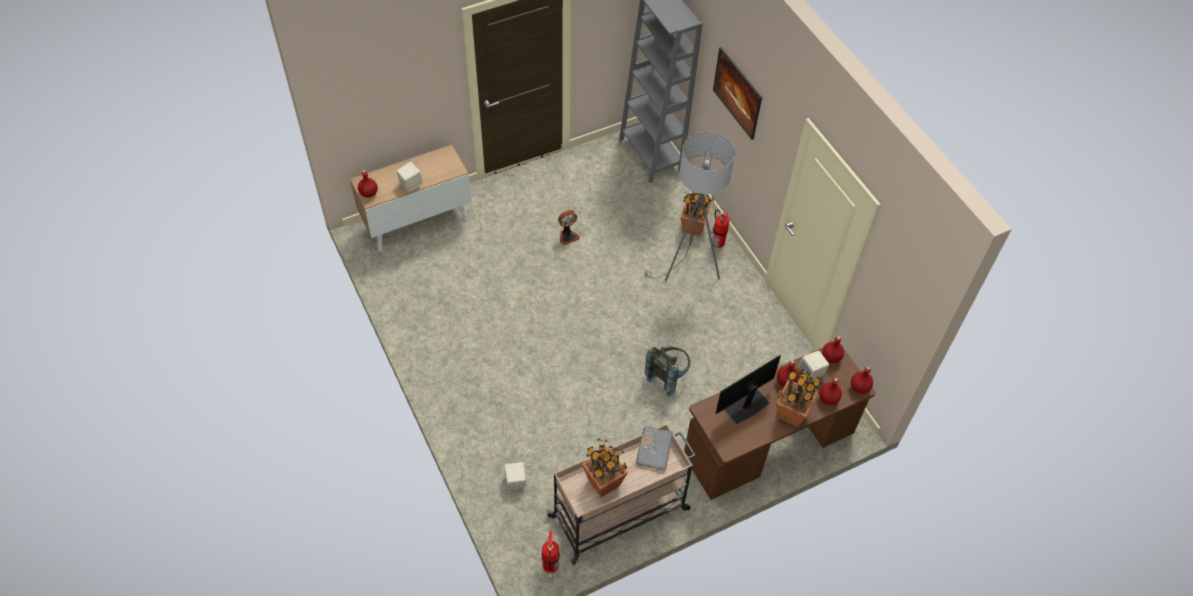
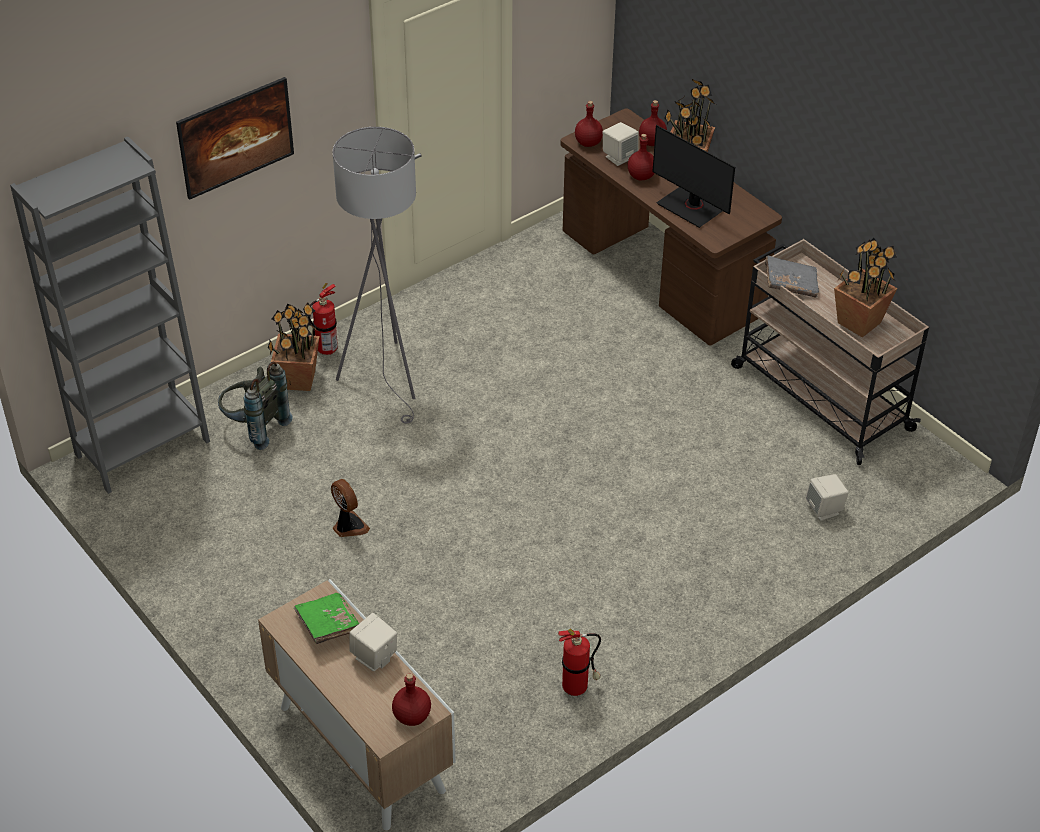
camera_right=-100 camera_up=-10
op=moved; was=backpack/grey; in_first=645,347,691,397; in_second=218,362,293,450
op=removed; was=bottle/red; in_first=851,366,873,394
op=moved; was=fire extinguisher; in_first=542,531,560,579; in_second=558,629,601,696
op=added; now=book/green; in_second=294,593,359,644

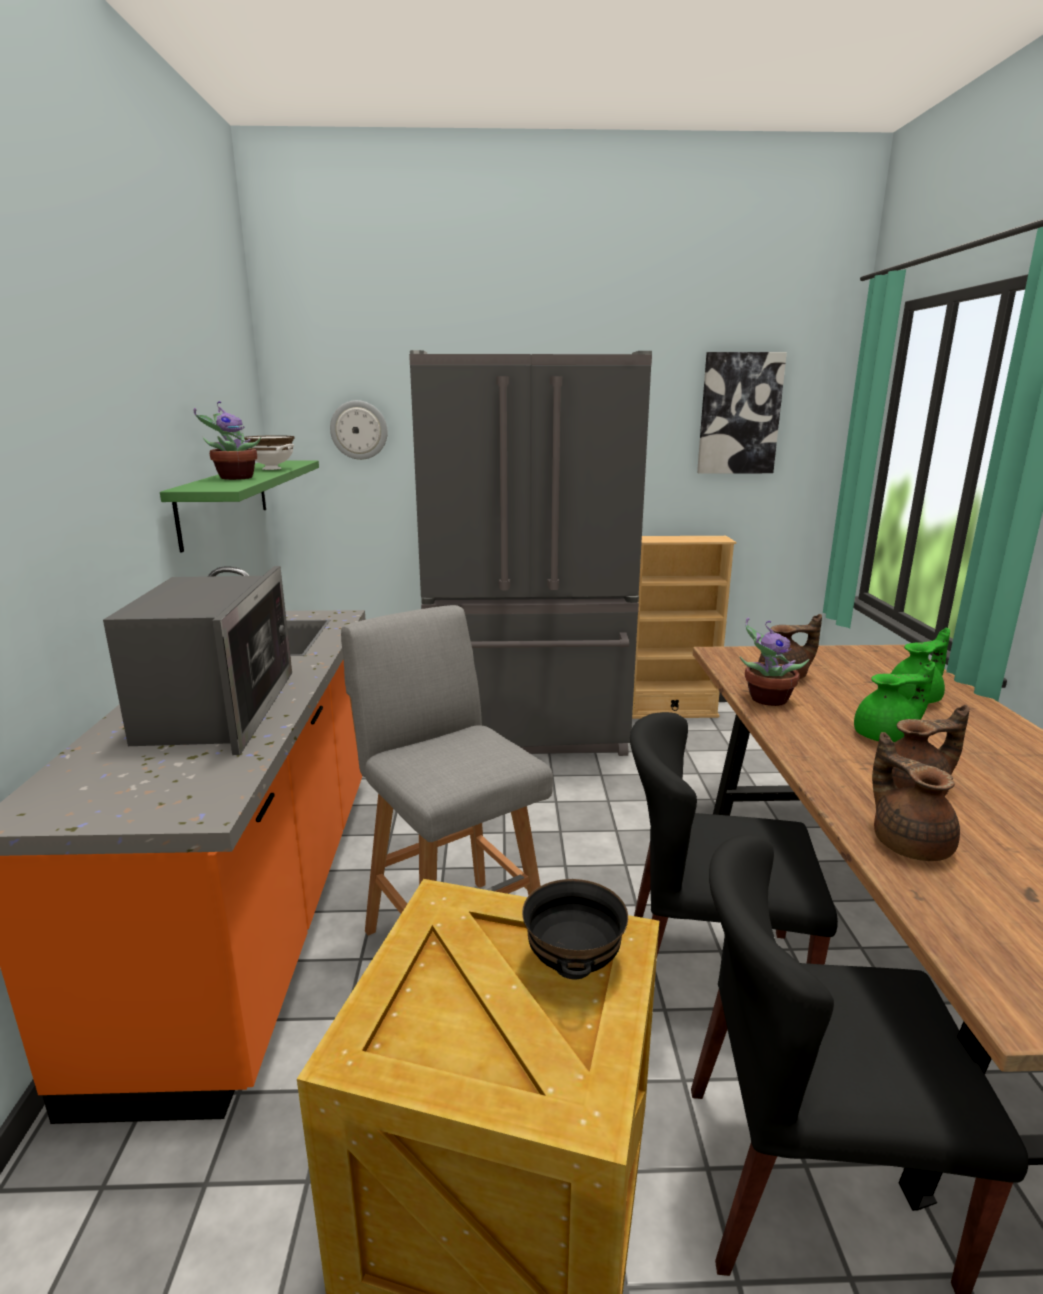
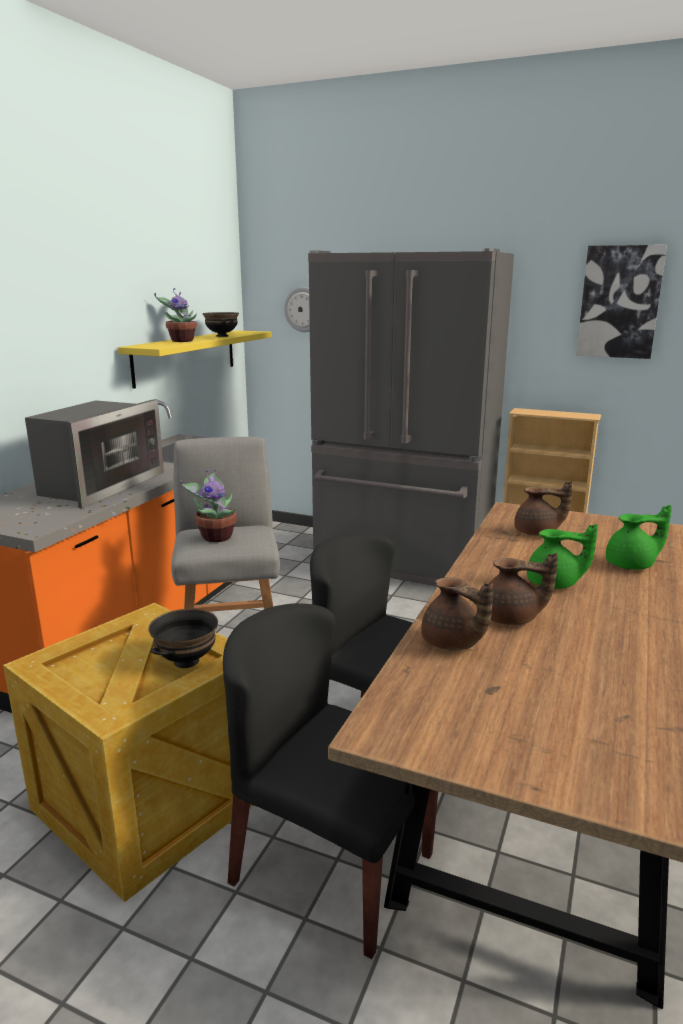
camera_right=25 camera_up=0
op=recoloured; was=bowl/white; now=bowl/black; in_first=244,435,295,470; in_second=203,312,239,337
op=recoloured; was=shelf/green; now=shelf/yellow; in_first=160,461,319,553; in_second=118,330,272,389
op=moved; was=potted plant; in_first=740,618,810,706; in_second=180,468,237,542
op=turned; was=teapot/brown; in_first=872,732,960,861; in_second=421,577,493,650; clockwise=135

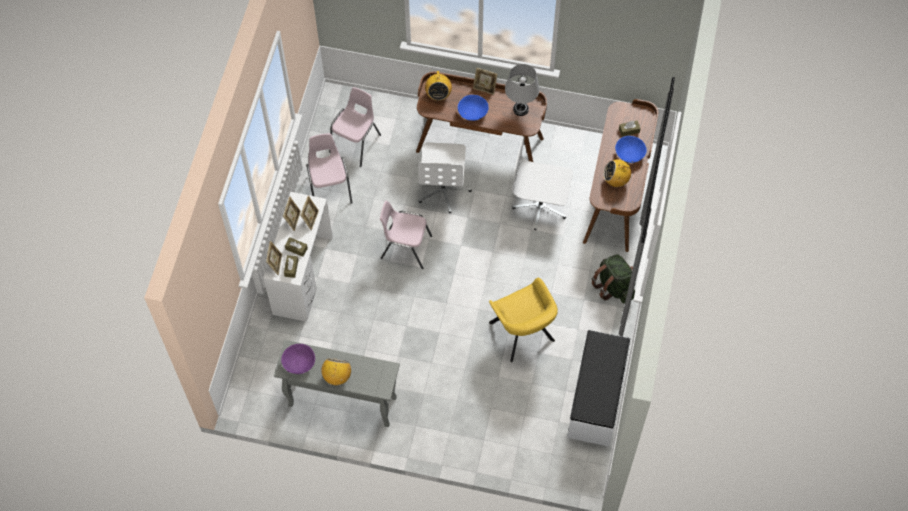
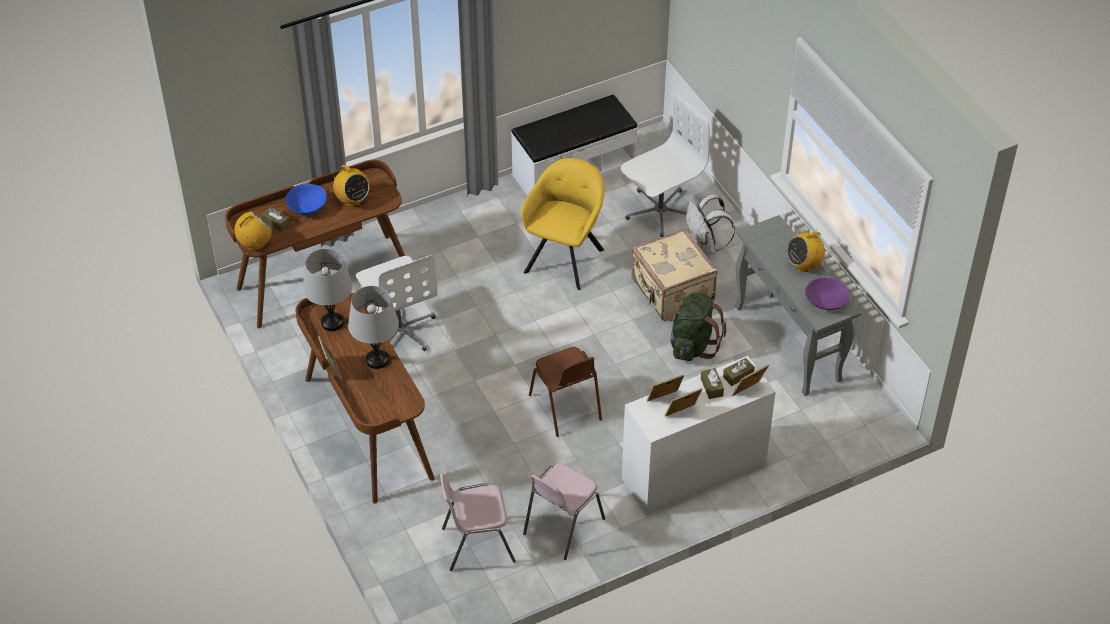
camera_right=-130 camera_up=-15
op=moved; was=radio; in_first=425,71,452,101; in_second=234,211,272,251
op=replaced; was=bowl/blue; now=table lamp/grey; in_first=458,95,489,121; in_second=348,286,399,369
op=moved; was=office chair/white; in_first=418,142,472,213; in_second=621,95,710,237
op=recoloured; was=chair/pink; now=chair/brown; in_first=380,201,432,269; in_second=529,347,602,437
op=moved; was=backpack/green; in_first=592,254,635,303; in_second=668,292,726,361
op=added; now=backpack/white; in_second=686,194,735,255
op=added; now=suitcase/beige; in_second=631,229,717,321

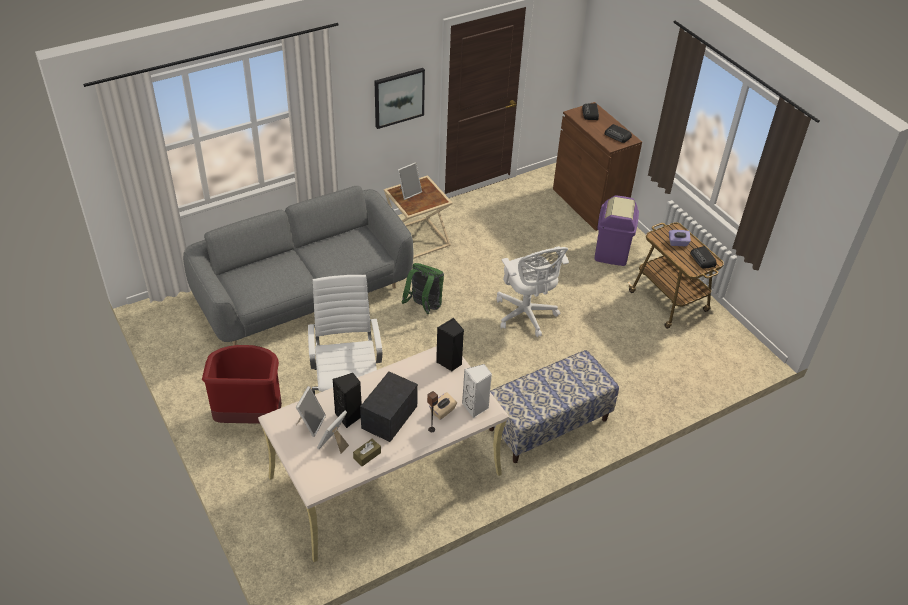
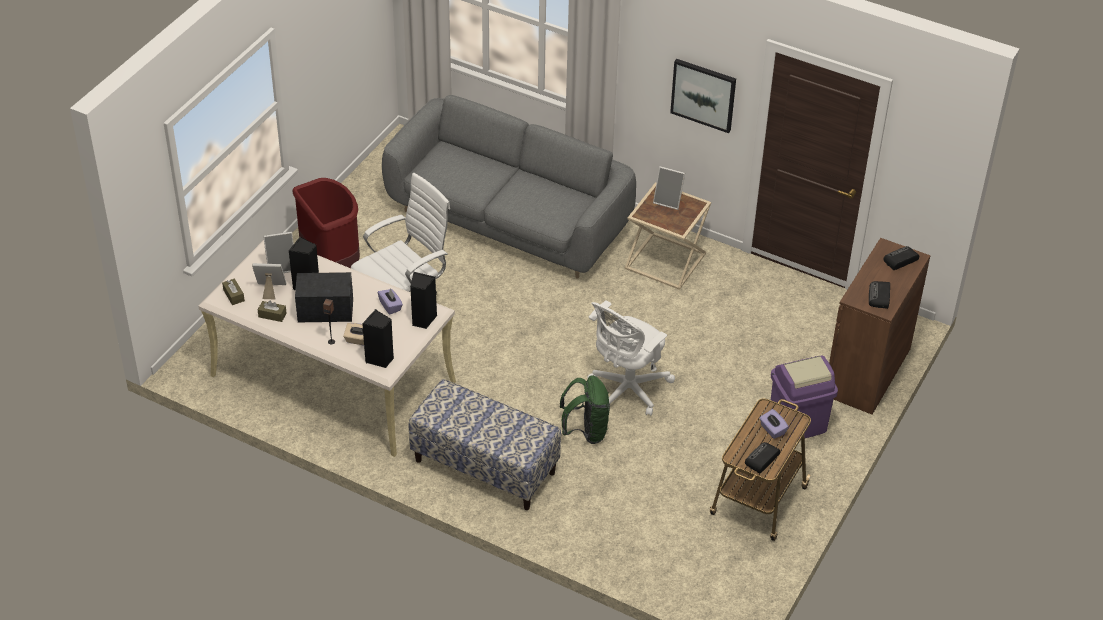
camera_right=60 camera_up=0
op=moved; was=backpack/green; in_first=401,263,444,314; in_second=560,375,610,444
op=recoloured; was=speaker/white; now=speaker/black; in_first=462,364,492,418; in_second=362,309,394,368
op=added; now=tissue box/brown; in_second=222,279,245,305
op=added; now=tissue box/purple; in_second=378,288,403,315

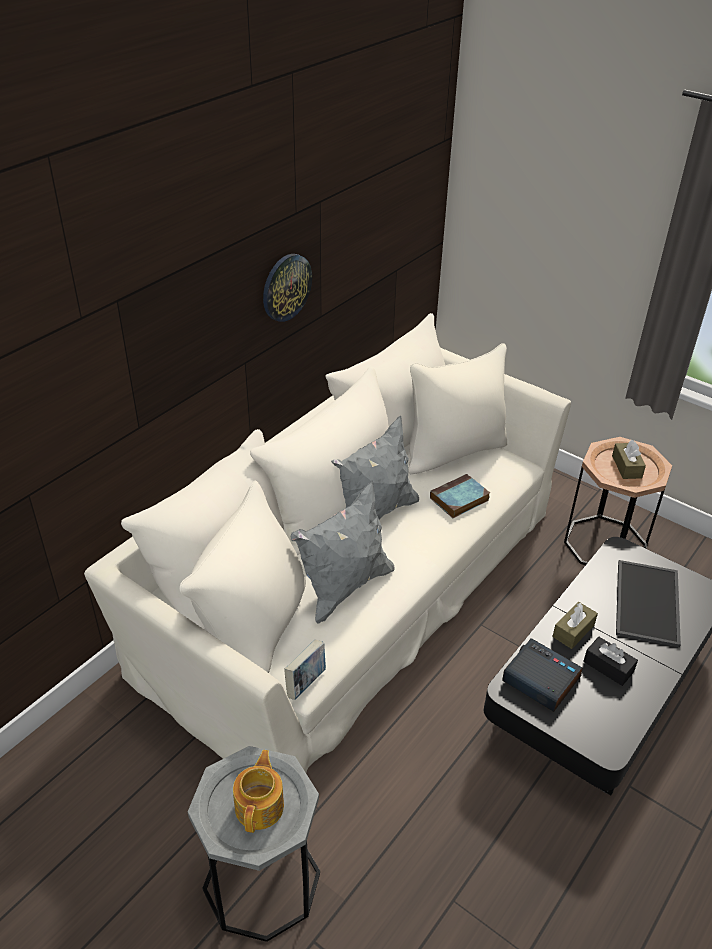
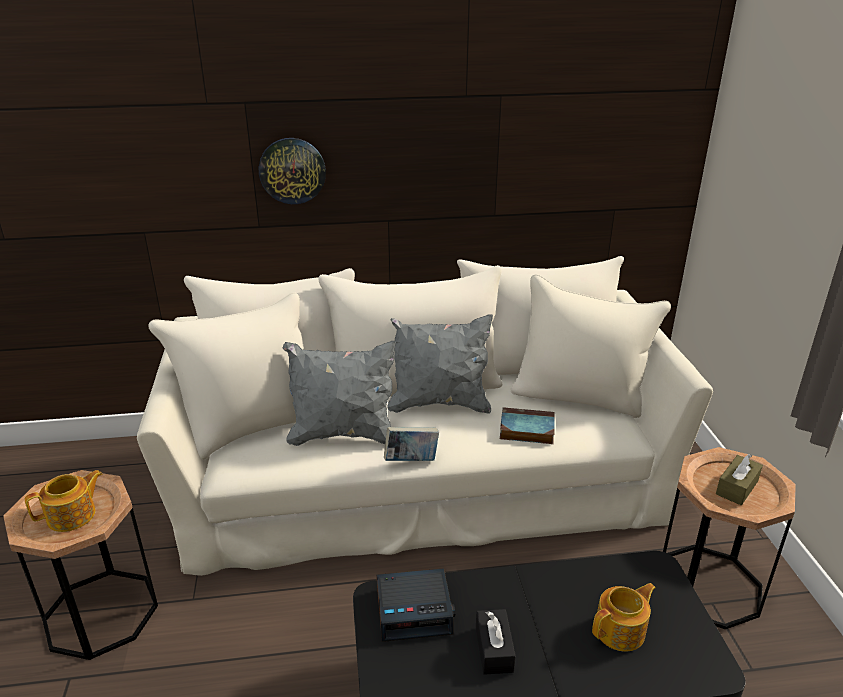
camera_right=45 camera_up=-10
op=moved; was=wall clock; in_first=263,254,312,322; in_second=259,138,326,204
op=replaced; was=tray; now=teapot; in_first=616,560,681,647; in_second=592,583,656,652
op=removed; was=tissue box/brown; in_first=552,602,598,649
op=turned; was=alarm clock; in_first=502,638,582,712; in_second=376,569,455,642; clockwise=90
op=moved; was=book; in_first=284,640,326,700; in_second=384,427,439,461
op=recoloured; was=side table/grey; now=side table/brown; in_first=188,746,320,942; in_second=3,470,158,660

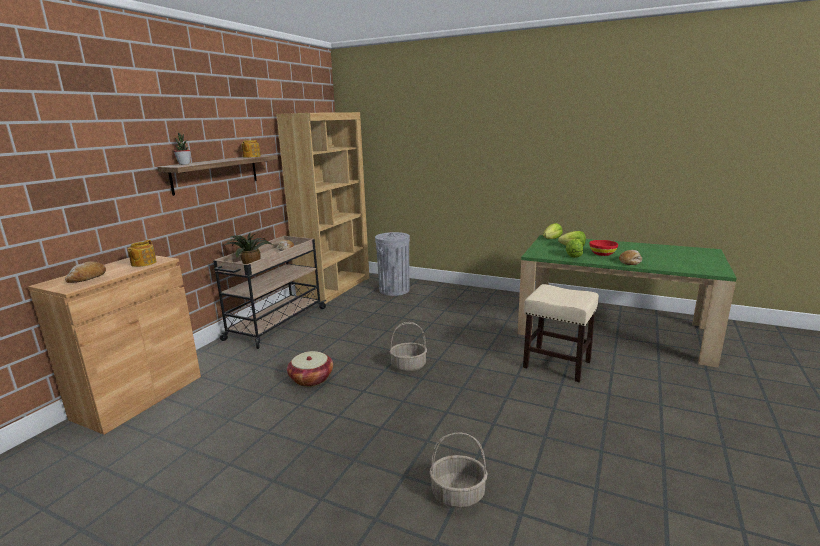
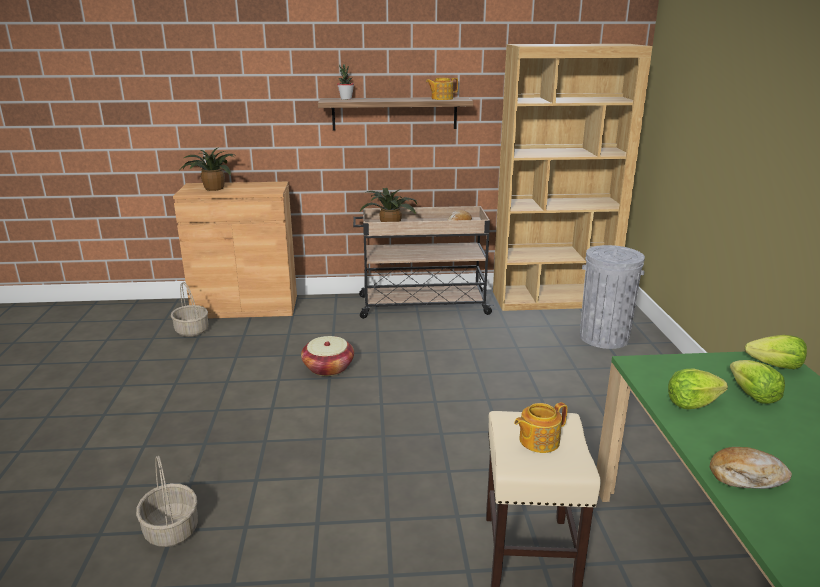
camera_right=60 camera_up=5
op=moved; was=teapot; in_first=128,240,157,267; in_second=514,402,568,453
op=removed; was=bowl/red; in_first=589,240,618,256
op=replaced; was=bread; now=potted plant; in_first=65,262,106,283; in_second=180,147,237,191
op=moved; was=basket; in_first=390,322,427,372; in_second=171,282,208,337

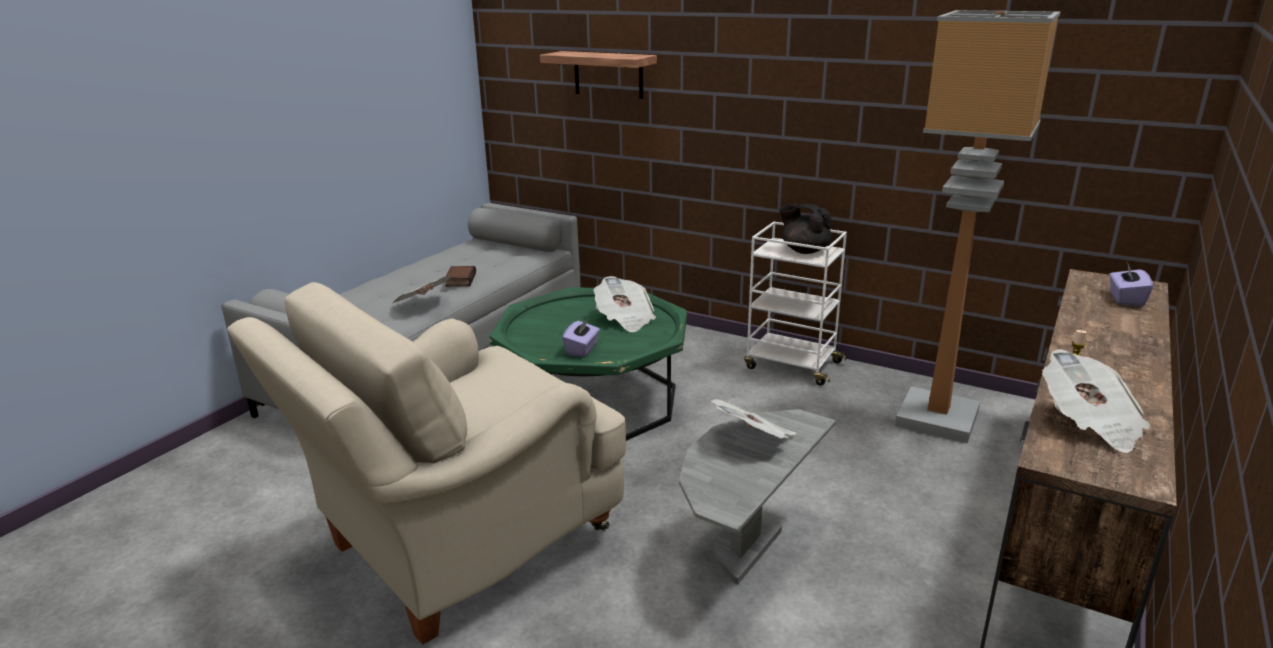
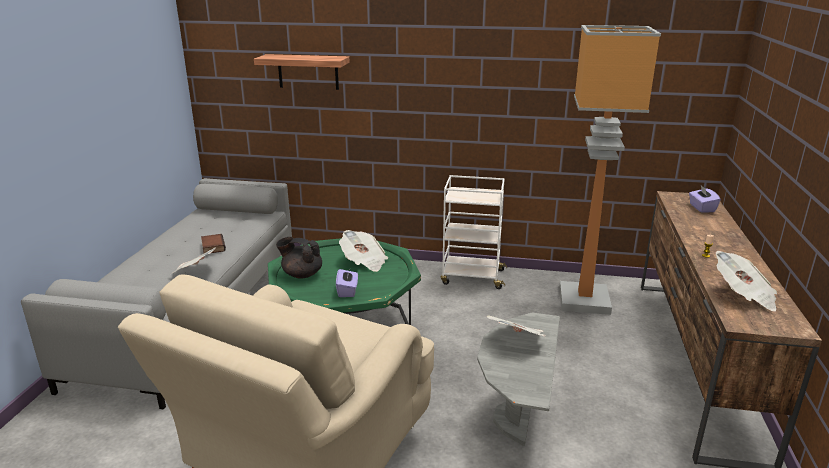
camera_right=-20 camera_up=0
op=moved; was=teapot/black; in_first=779,203,832,254; in_second=276,237,322,279

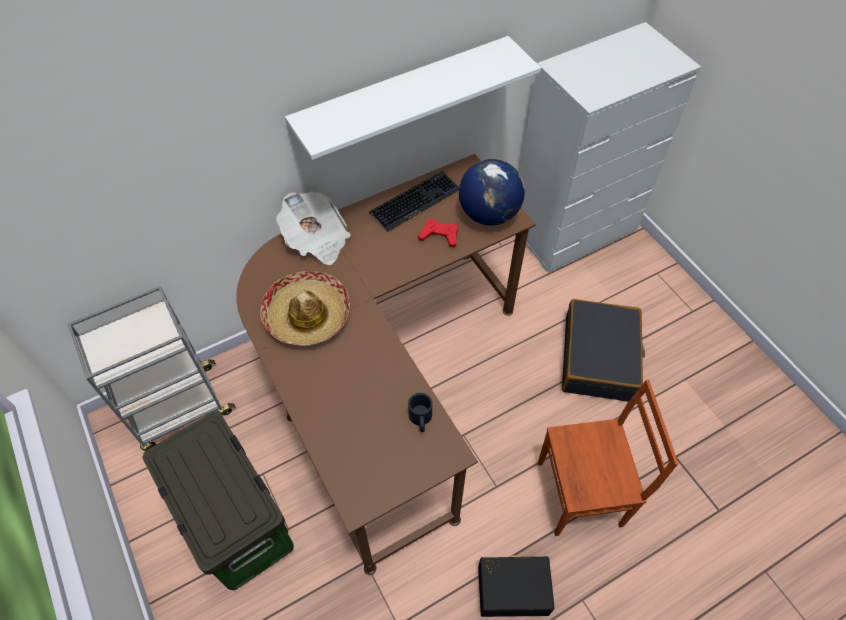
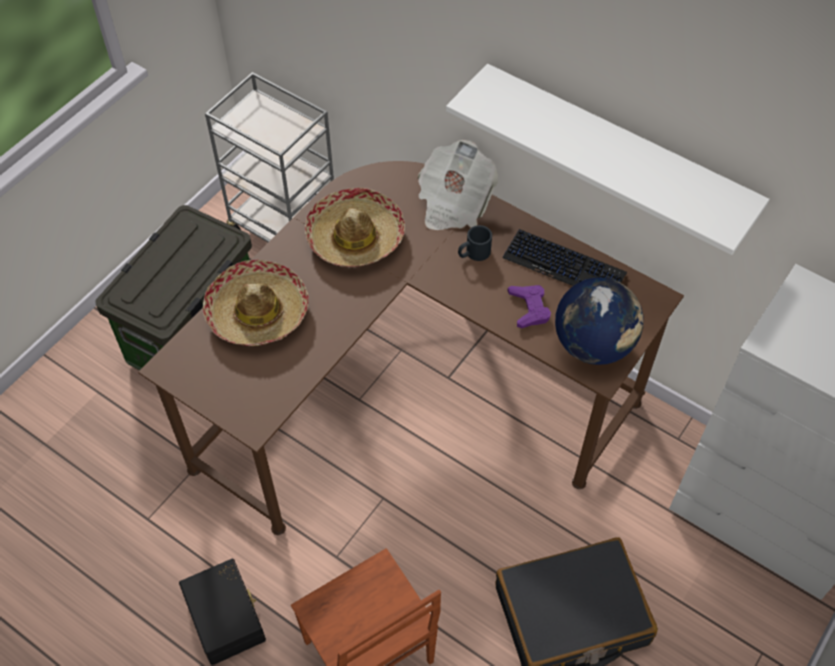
camera_right=65 camera_up=0
op=recoloured; was=game controller/red; now=game controller/purple; in_first=418,219,458,248; in_second=507,285,551,328
op=moved; was=mug/black; in_first=408,393,432,432; in_second=458,225,492,261
op=added; now=hat; in_second=203,259,309,346

